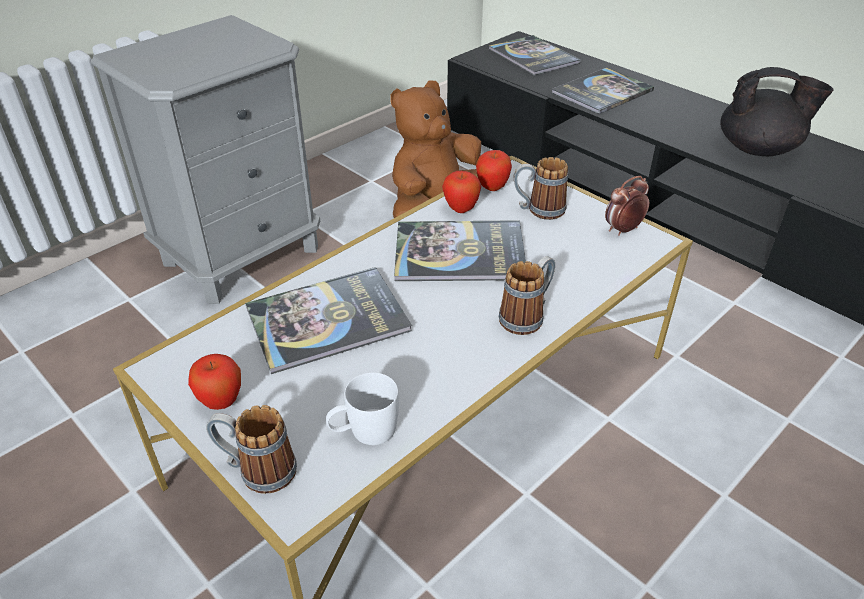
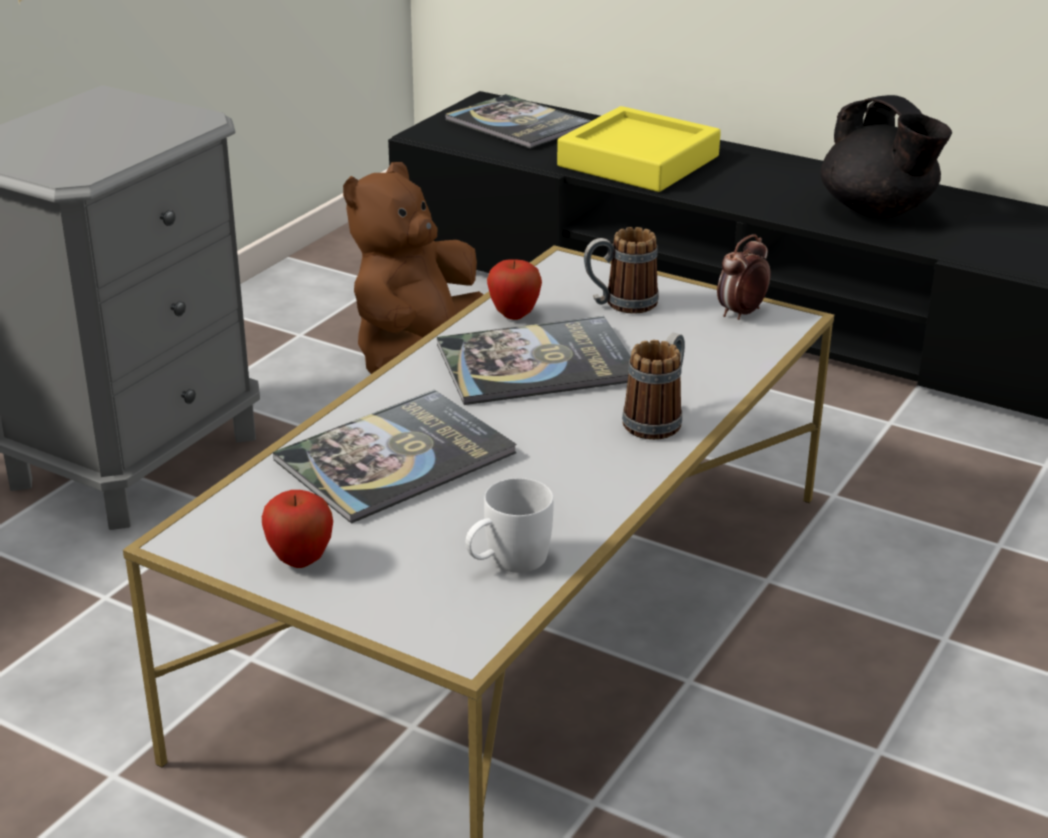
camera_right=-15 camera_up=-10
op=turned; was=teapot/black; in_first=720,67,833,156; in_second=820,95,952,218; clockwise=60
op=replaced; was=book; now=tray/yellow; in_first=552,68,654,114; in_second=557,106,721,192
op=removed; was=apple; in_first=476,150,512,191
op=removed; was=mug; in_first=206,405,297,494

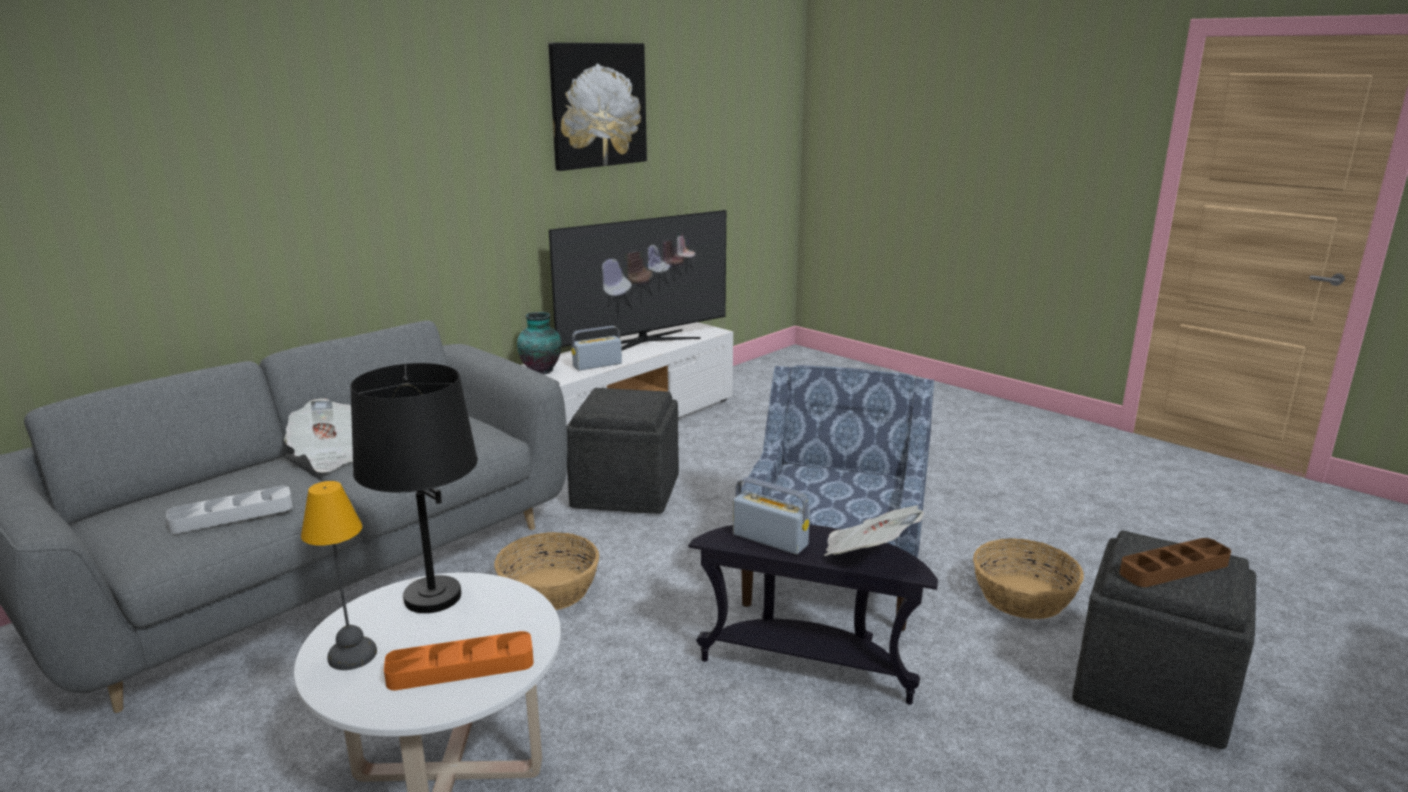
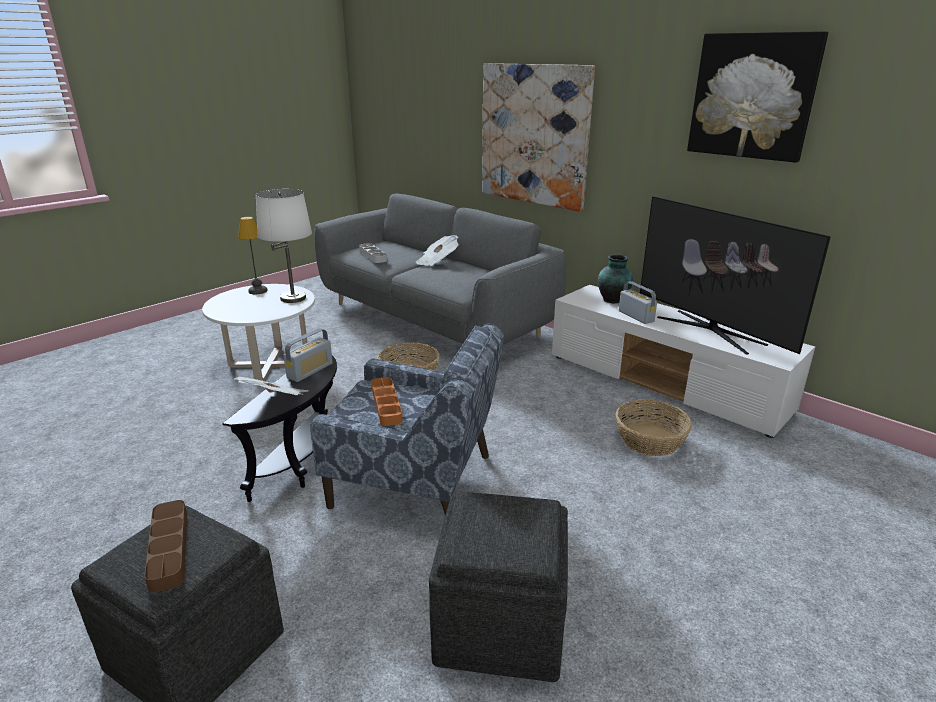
camera_right=90 camera_up=5
op=recoloured; was=table lamp/black; now=table lamp/white; in_first=350,363,478,613; in_second=256,189,312,303
op=moved; was=ottoman/grey; in_first=567,388,679,514; in_second=429,491,568,682
op=moved; was=basket; in_first=973,538,1084,619; in_second=616,400,693,456
op=moved; was=tray/orange; in_first=384,631,534,690; in_second=371,377,403,426
op=added; now=picture; in_second=482,63,595,211

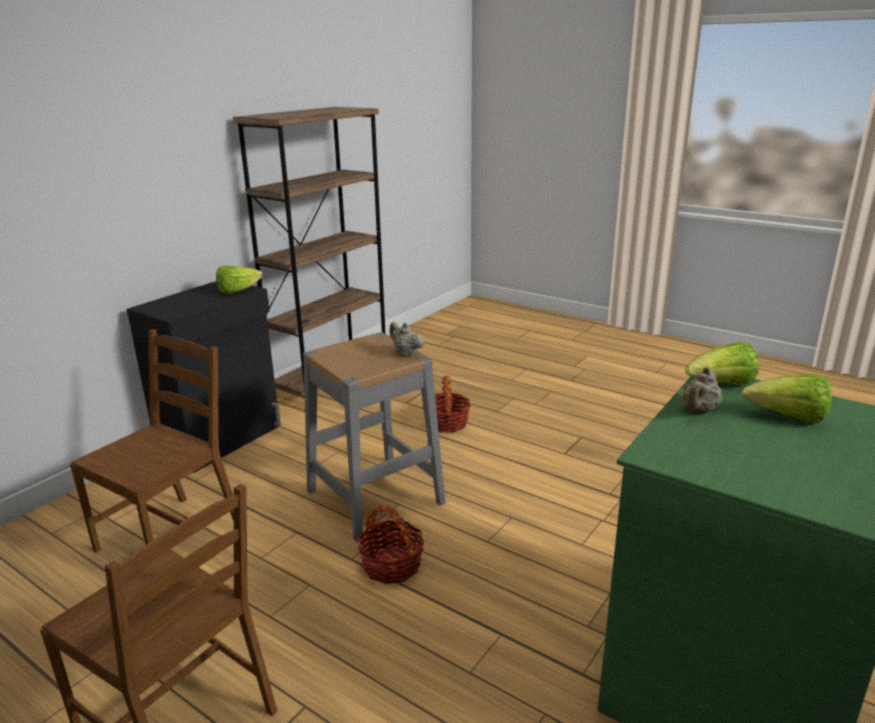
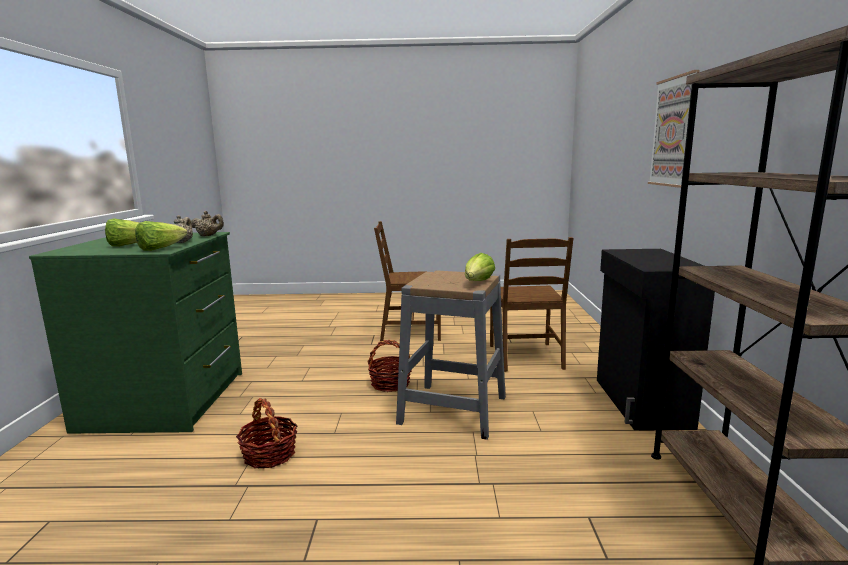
camera_right=145 camera_up=-10
op=moved; was=lettuce; in_first=216,266,263,294; in_second=465,253,495,281
op=moved; was=teapot/beige; in_first=389,322,424,356; in_second=191,211,224,236
op=moved; was=basket; in_first=435,375,471,433; in_second=236,398,298,469
op=added; now=picture; in_second=648,70,700,188

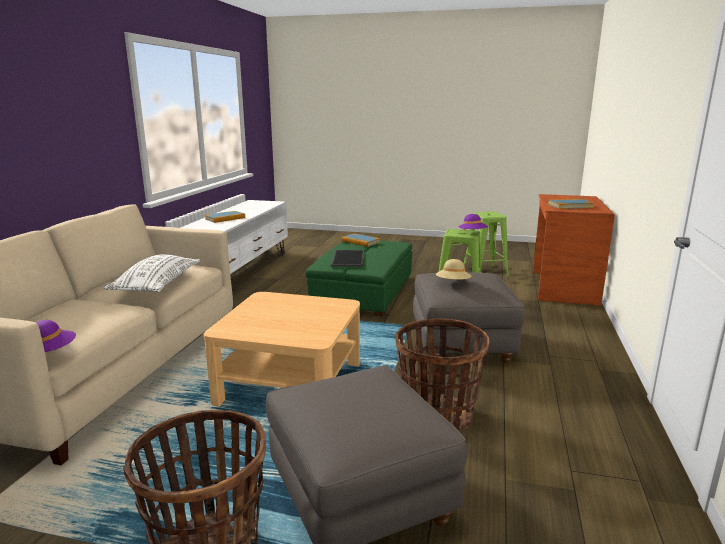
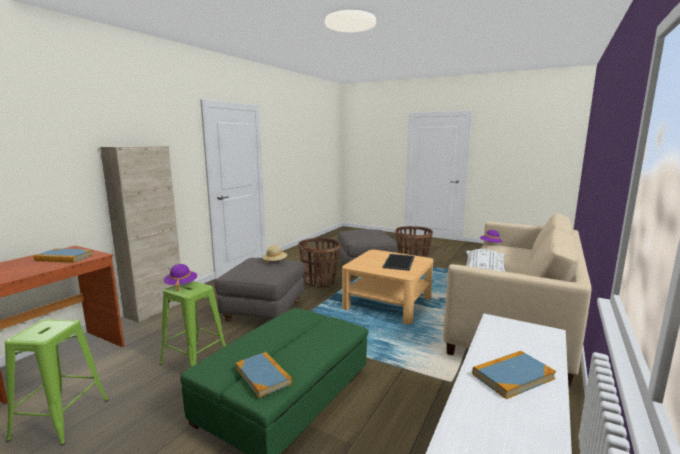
camera_right=-165 camera_up=-5
op=moved; was=tray; in_first=331,250,364,267; in_second=382,254,415,271
op=added; now=cabinet/beige; in_second=100,146,181,323

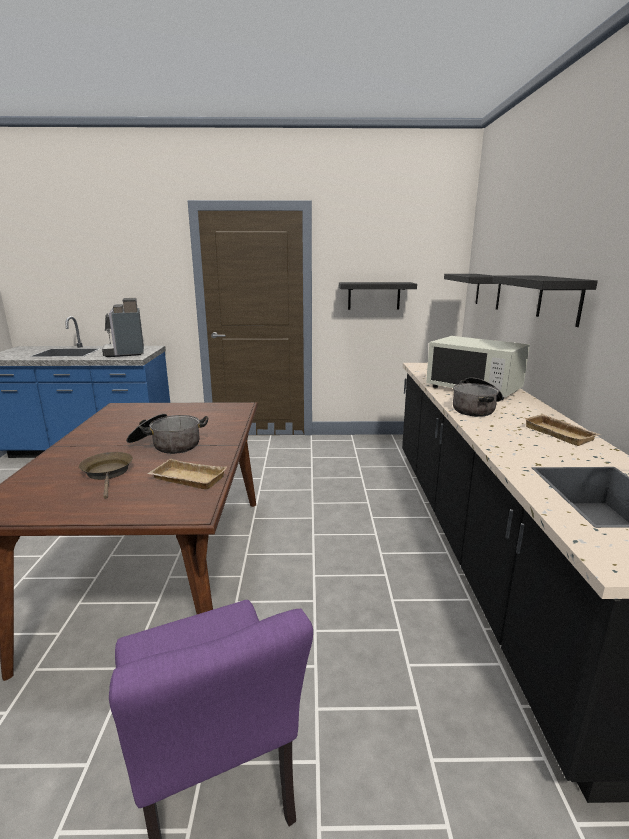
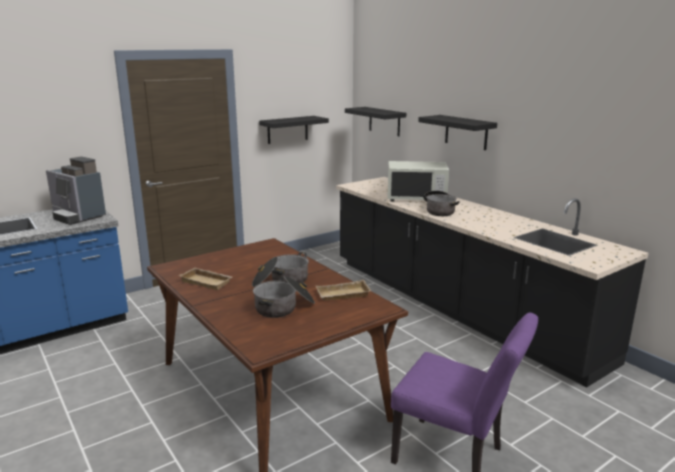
camera_right=-35 camera_up=0
op=moved; was=tray/beige; in_first=524,414,601,446; in_second=179,268,232,290
op=replaced; was=frying pan/brown; now=cooking pot; in_first=79,452,133,499; in_second=253,276,315,318

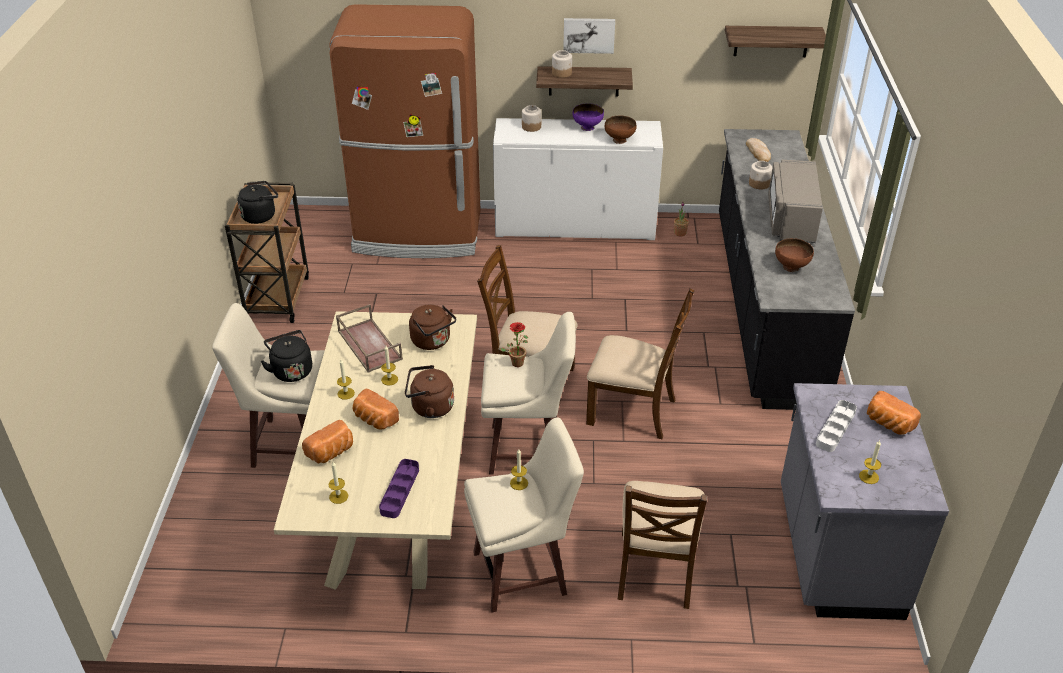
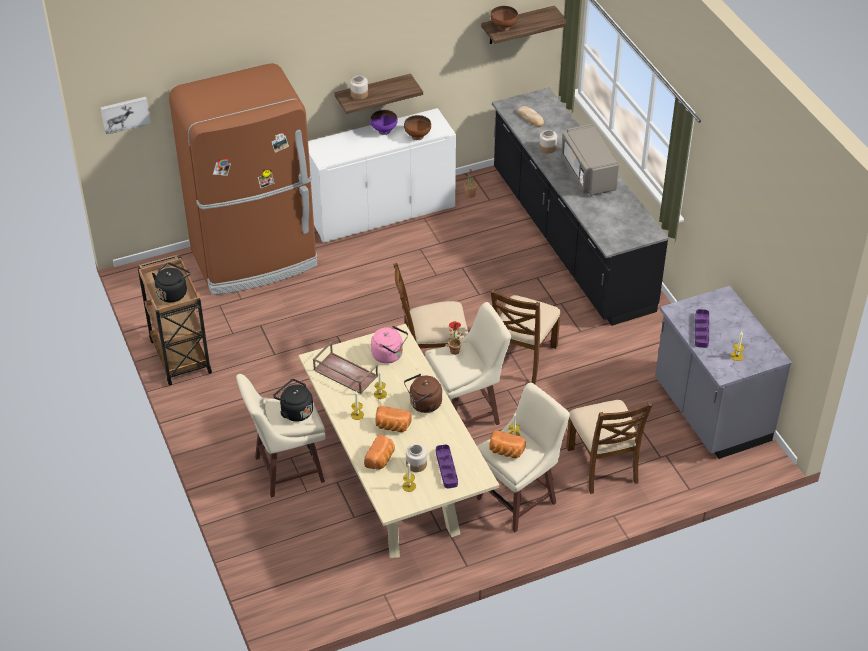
camera_right=-25 camera_up=5
op=moved; was=picture; in_first=563,18,615,54; in_second=101,97,151,135
op=moved; was=jar; in_first=522,105,541,132; in_second=406,444,427,472
op=moved; was=bowl/brown; in_first=775,238,814,272; in_second=490,6,518,31
op=turned; was=chair/brown; in_first=586,288,695,439; in_second=491,289,561,384; clockwise=120
op=recoloured; was=kettle/brown; now=kettle/pink; in_first=409,305,456,350; in_second=371,326,408,364
op=moved; was=bread; in_first=867,391,921,435; in_second=490,430,526,458
op=recoloured; was=tray/white; now=tray/purple; in_first=816,400,857,452; in_second=695,309,709,348

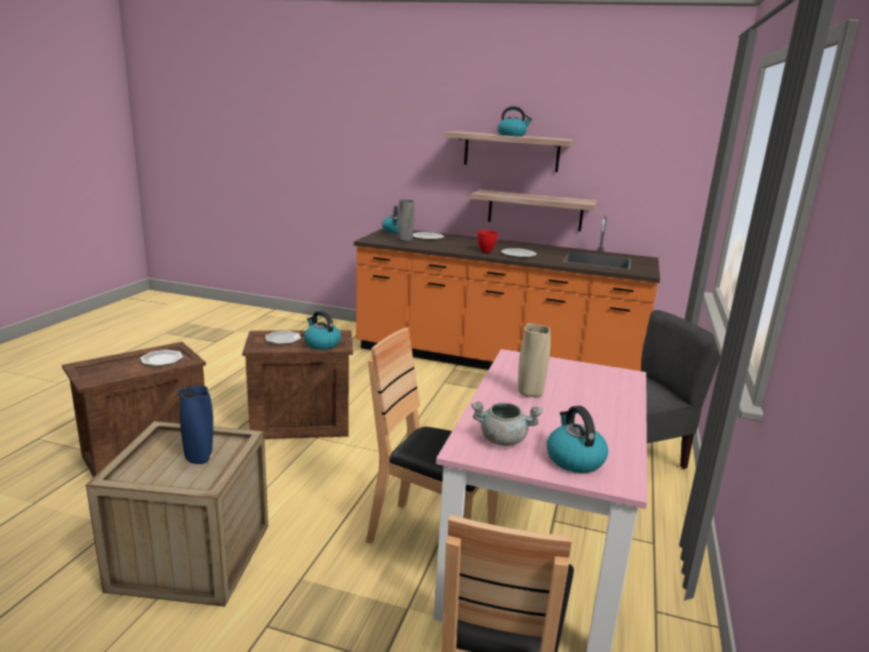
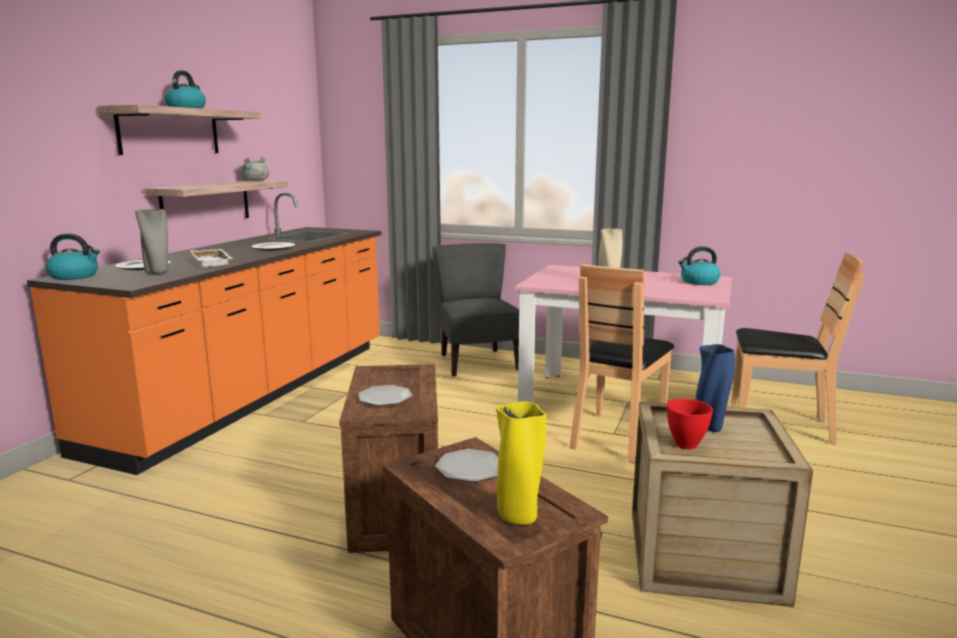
camera_right=-85 camera_up=-5
op=moved; was=bowl/red; in_first=477,230,498,253; in_second=667,399,713,450
op=removed; was=kettle; in_first=304,310,341,350
op=moved; was=cooking pot/grey; in_first=471,402,543,446; in_second=240,157,269,181
op=added; now=tray/white; in_second=190,249,233,268
op=added; now=vase/yellow; in_second=496,402,546,525

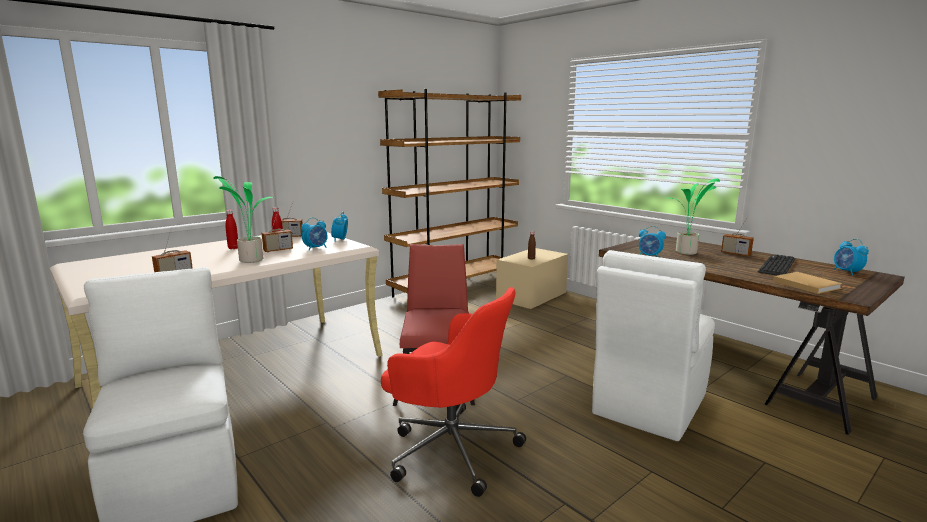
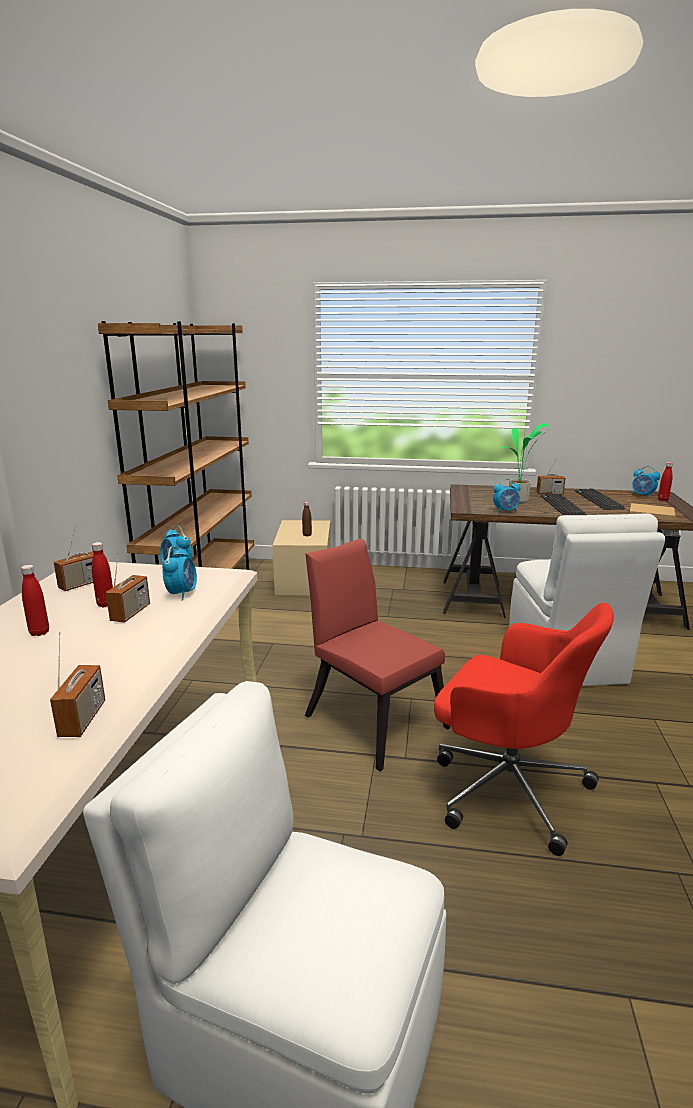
camera_right=-40 camera_up=5
op=removed; was=potted plant; in_first=213,176,274,263
op=turned; was=office chair/red; in_first=381,287,526,497; in_second=434,603,614,856; clockwise=45
op=added; now=bottle/red; in_second=658,462,673,501
op=added; now=keyboard; in_second=541,494,587,515

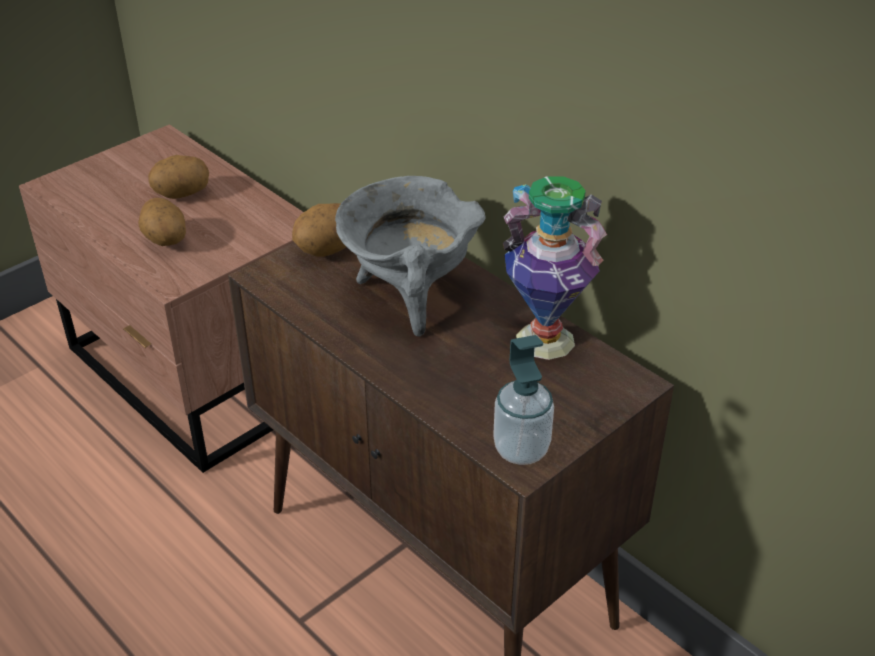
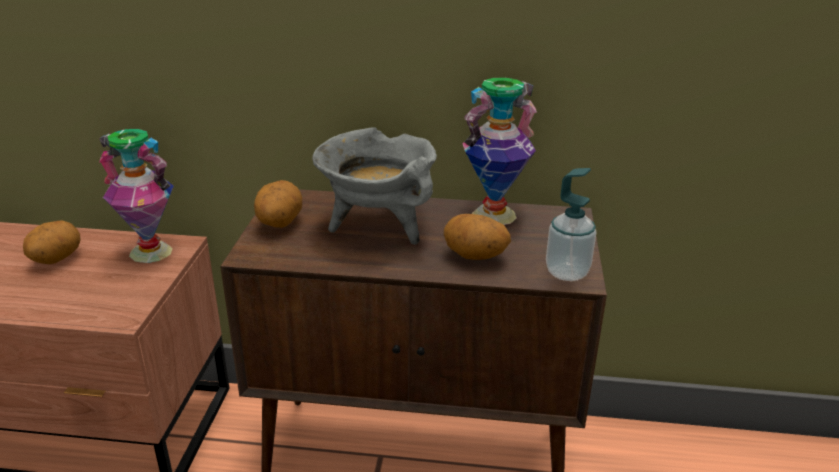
camera_right=-40 camera_up=-10
op=moved; was=potato; in_first=138,198,186,246; in_second=444,214,511,260
op=added; now=vase; in_second=99,129,174,263

